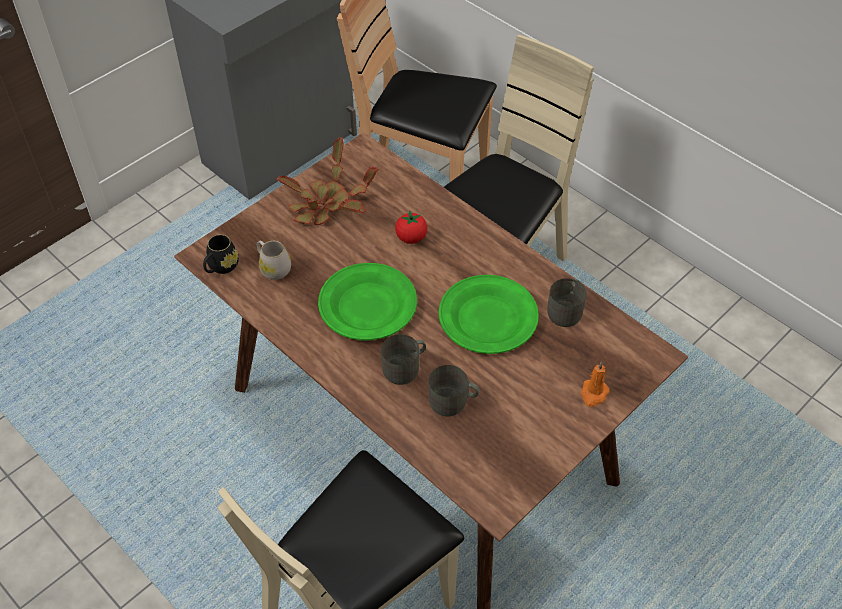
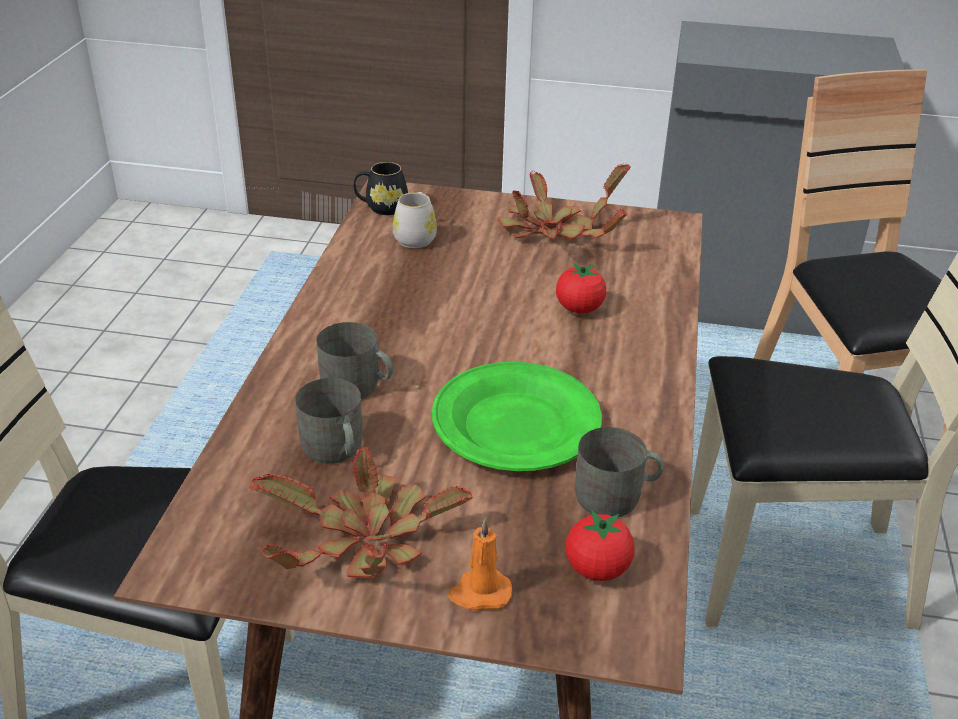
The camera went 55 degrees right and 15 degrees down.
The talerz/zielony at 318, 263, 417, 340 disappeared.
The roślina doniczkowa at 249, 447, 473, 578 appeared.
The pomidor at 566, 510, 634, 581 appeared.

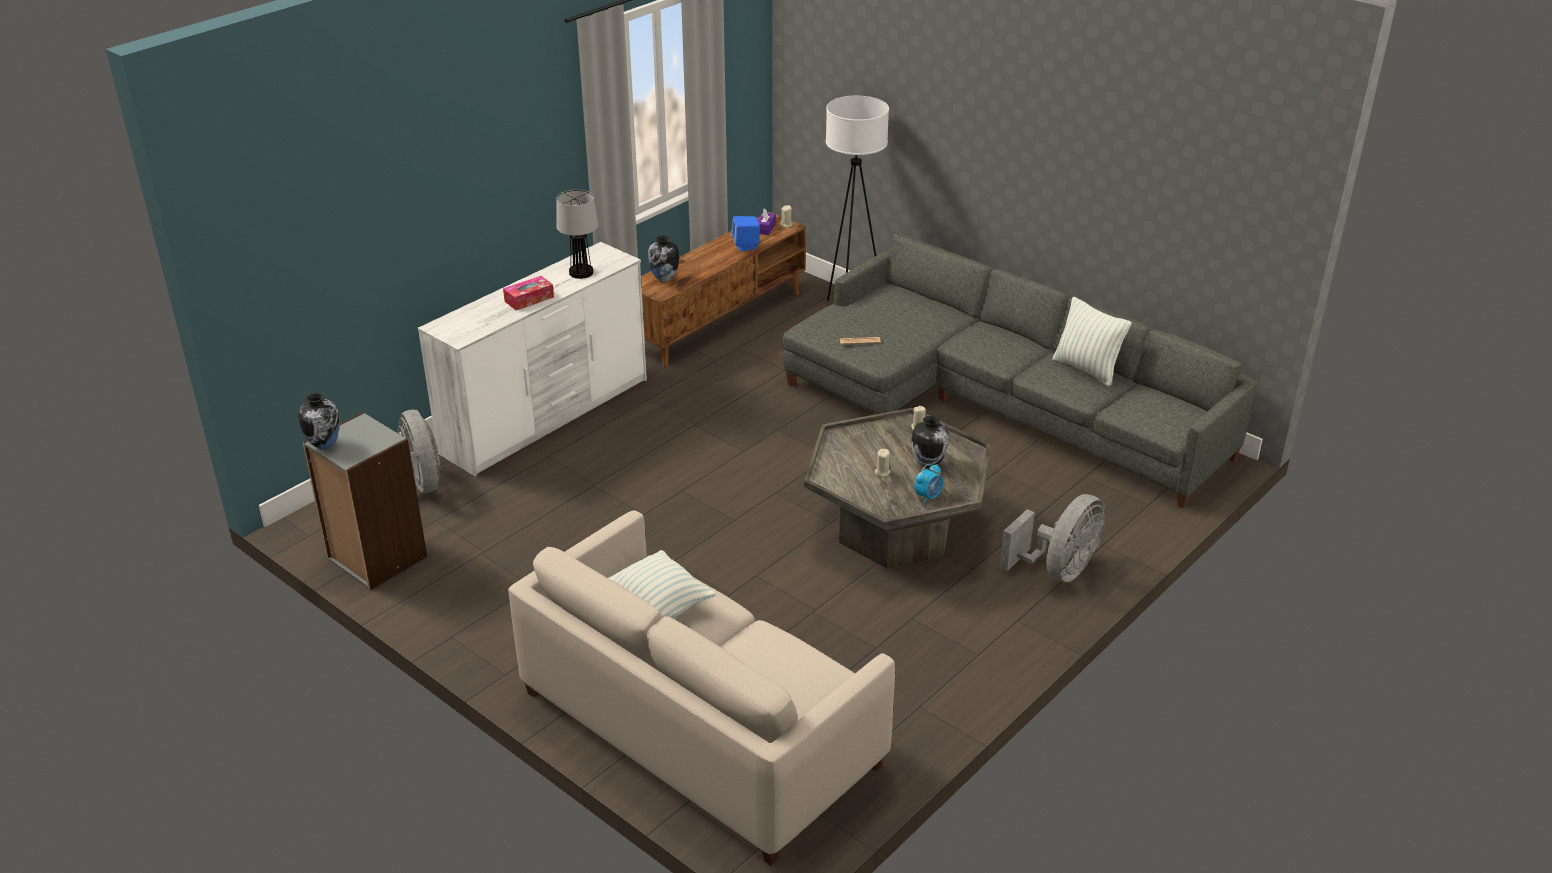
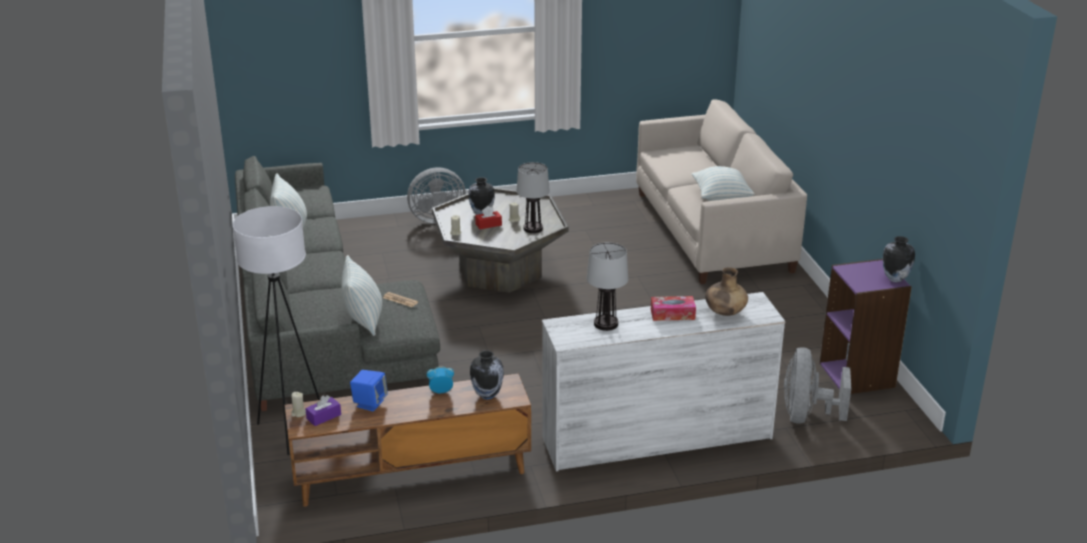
The camera went 145 degrees left and 5 degrees down.
The poduszka at 341, 255, 382, 336 appeared.
The pudełko chusteczek/czerwony at 475, 206, 502, 229 appeared.
The lampa stołowa at 516, 162, 550, 233 appeared.
The wazon/brązowy at 705, 267, 748, 316 appeared.
The budzik moved from 915, 464, 943, 504 to 427, 366, 454, 393.
The regał/szary at 303, 412, 427, 590 became the regał/fioletowy at 820, 259, 912, 394.

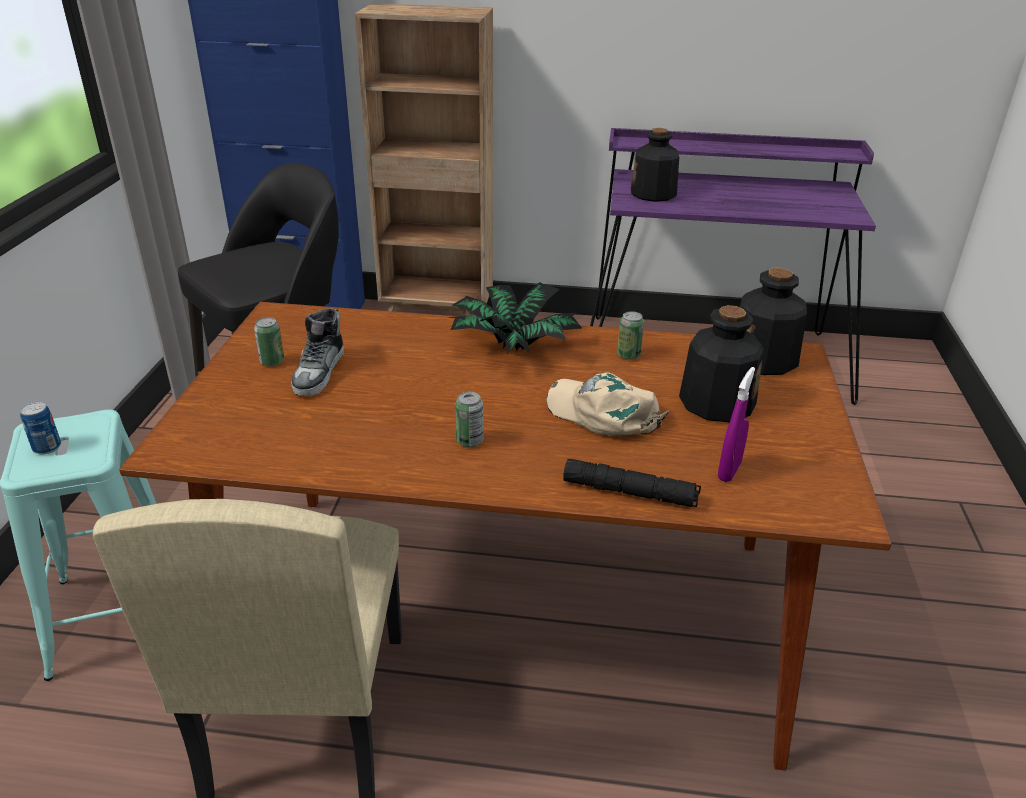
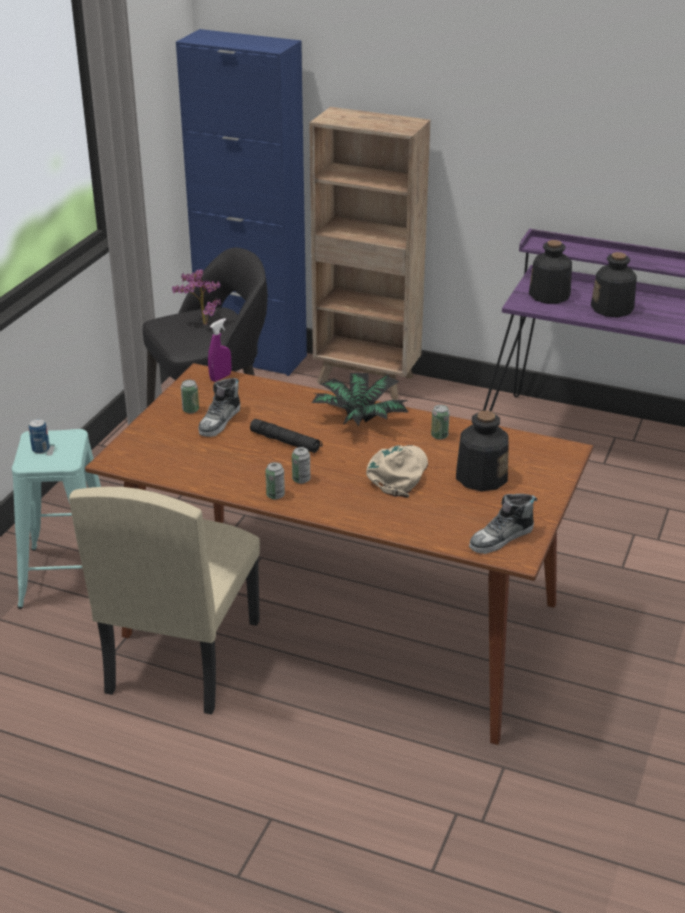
The camera went 15 degrees right and 0 degrees up.
The roślina doniczkowa at 172, 269, 221, 325 appeared.
The puszka at 265, 462, 285, 500 appeared.
The but at 469, 494, 537, 554 appeared.
The latarka/czarny moved from 563, 459, 701, 507 to 250, 419, 322, 453.
The spryskiwacz/fioletowy moved from 718, 367, 755, 482 to 208, 318, 231, 382.
The butelka moved from 740, 267, 807, 375 to 591, 252, 637, 317.
The czapka z daszkiem/beżowy at 546, 372, 669, 436 turned 60 degrees clockwise.

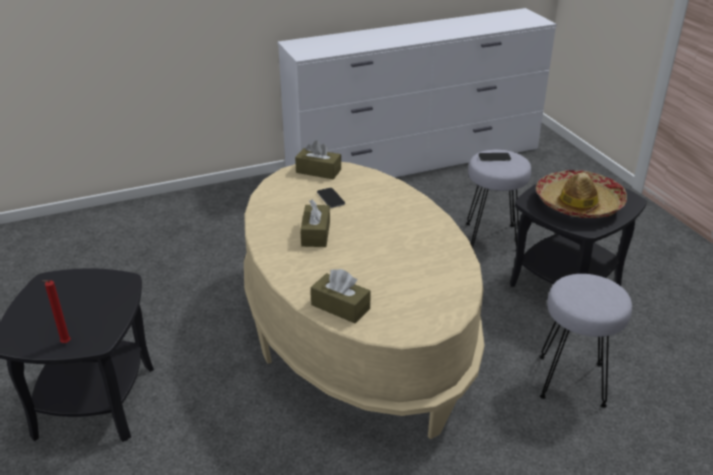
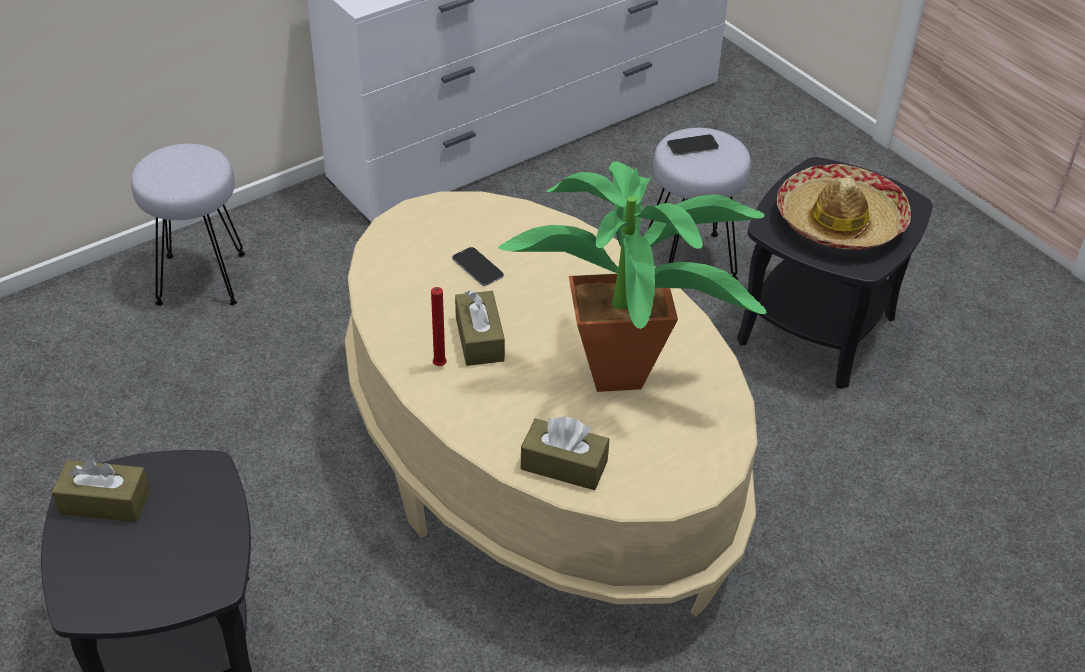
The camera went 15 degrees left and 10 degrees up.
The roślina doniczkowa at 498, 161, 766, 392 appeared.
The świeca/czerwony moved from 41, 280, 71, 343 to 431, 287, 447, 366.
The pudełko chusteczek/brązowy moved from 295, 141, 341, 179 to 52, 459, 150, 522.
The stołek/szary moved from 539, 274, 632, 408 to 131, 144, 245, 306.

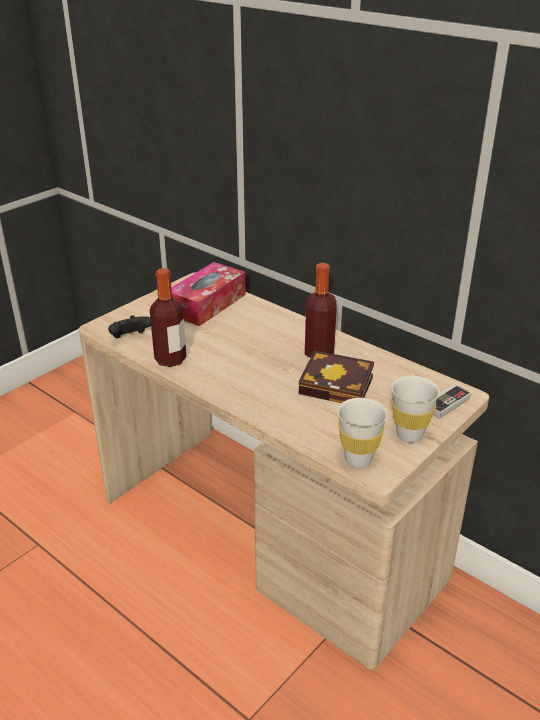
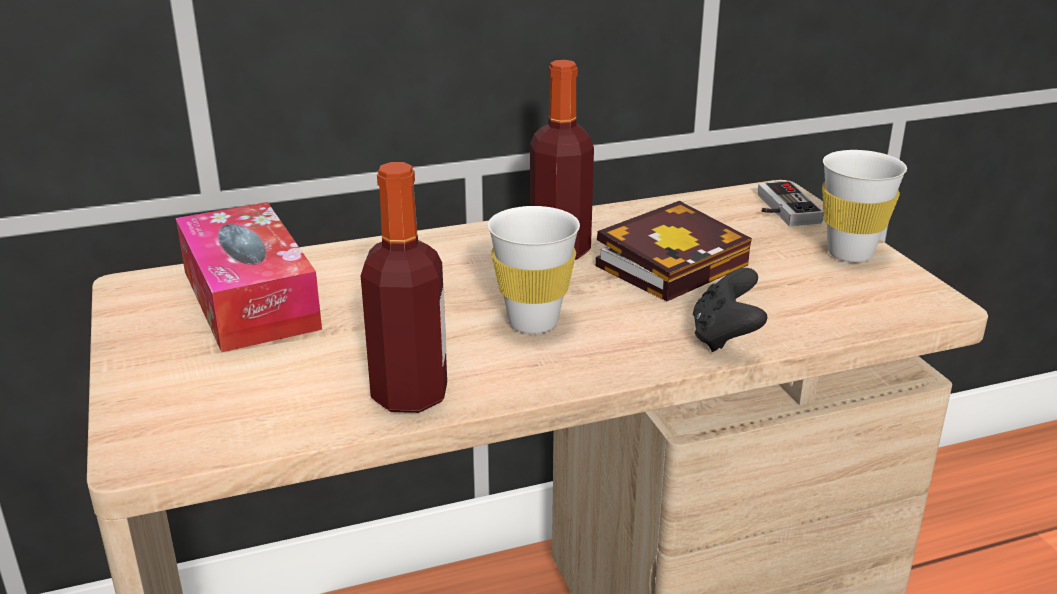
The camera went 60 degrees left and 5 degrees down.
The pad do gier/czarny moved from 108, 315, 151, 338 to 693, 268, 767, 352.
The filiżanka/biały moved from 337, 398, 388, 468 to 488, 206, 580, 334.

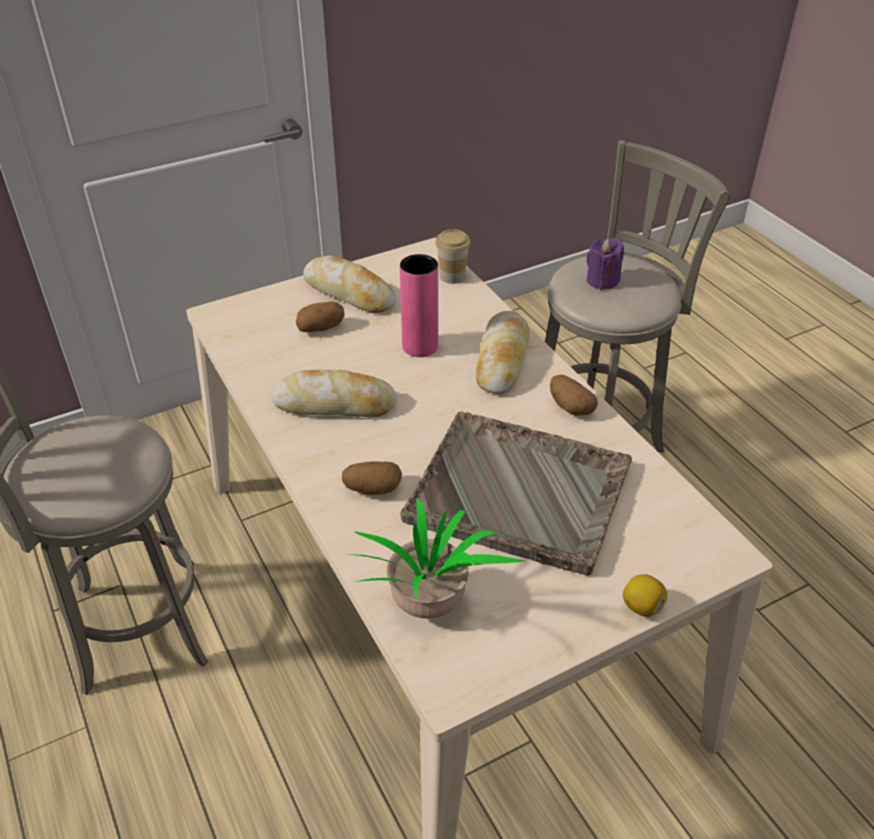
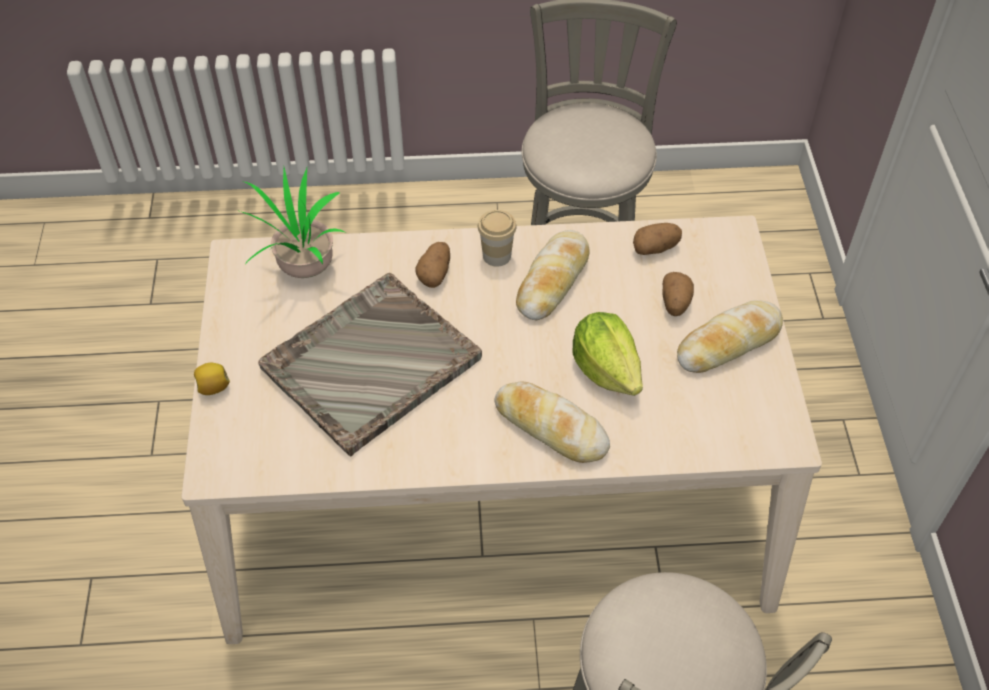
The camera went 115 degrees right and 10 degrees up.
The świeca/fioletowy at 586, 237, 624, 290 disappeared.
The filiżanka moved from 435, 229, 471, 284 to 478, 210, 517, 267.
The ziemniak moved from 550, 375, 598, 416 to 633, 223, 682, 255.
The wazon/różowy at 400, 254, 438, 357 was replaced by the sałata at 573, 312, 643, 396.

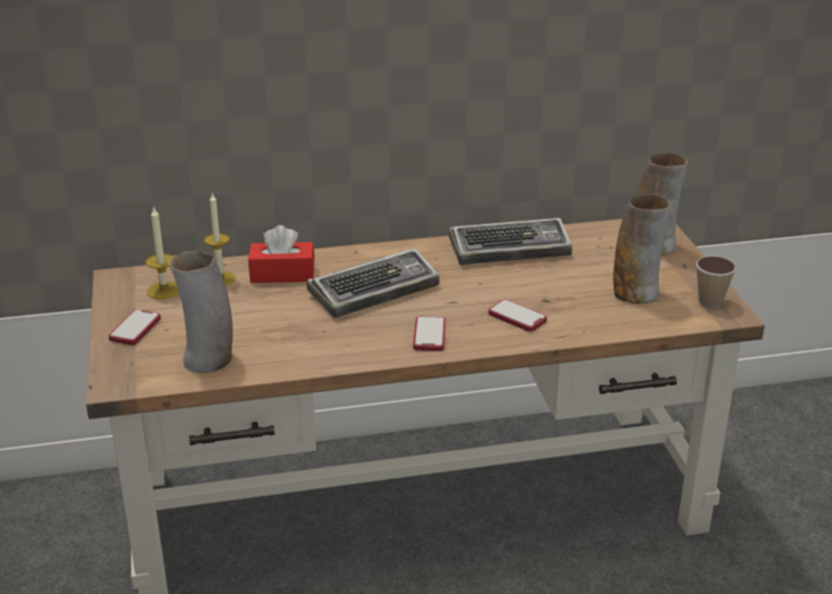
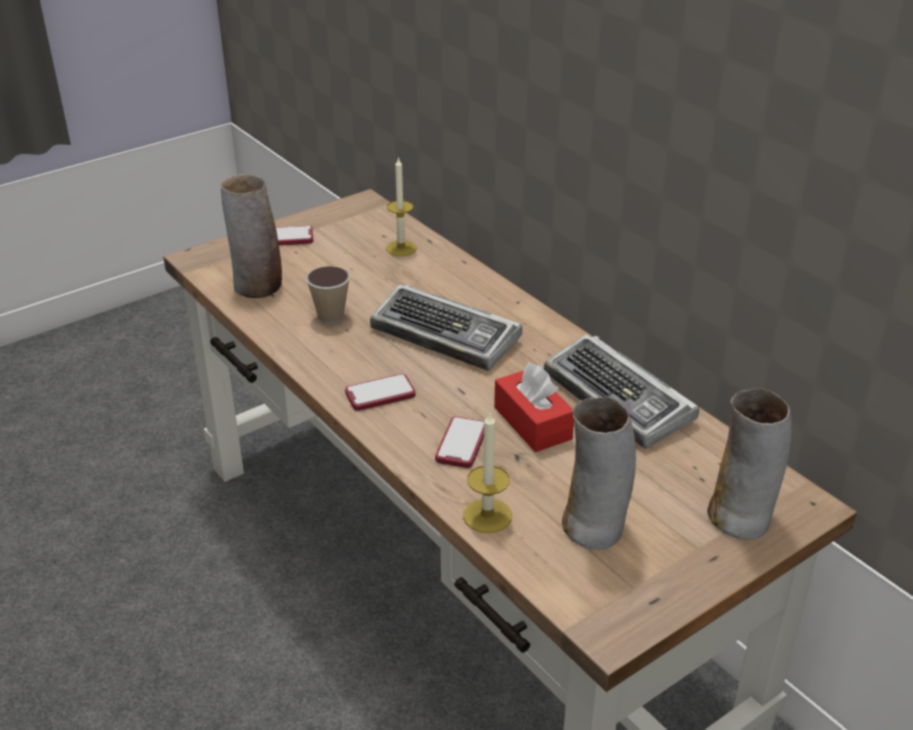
The camera went 65 degrees right and 5 degrees up.
The świeca moved from 145, 208, 179, 299 to 463, 413, 512, 533.
The pudełko chusteczek/czerwony moved from 248, 225, 315, 283 to 494, 363, 574, 452.
The filiżanka moved from 696, 256, 736, 308 to 306, 266, 350, 324.

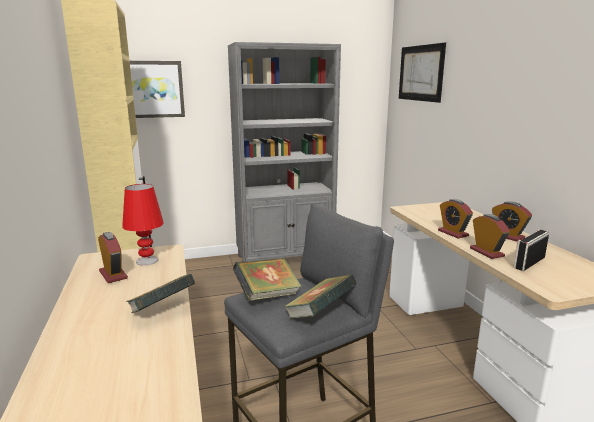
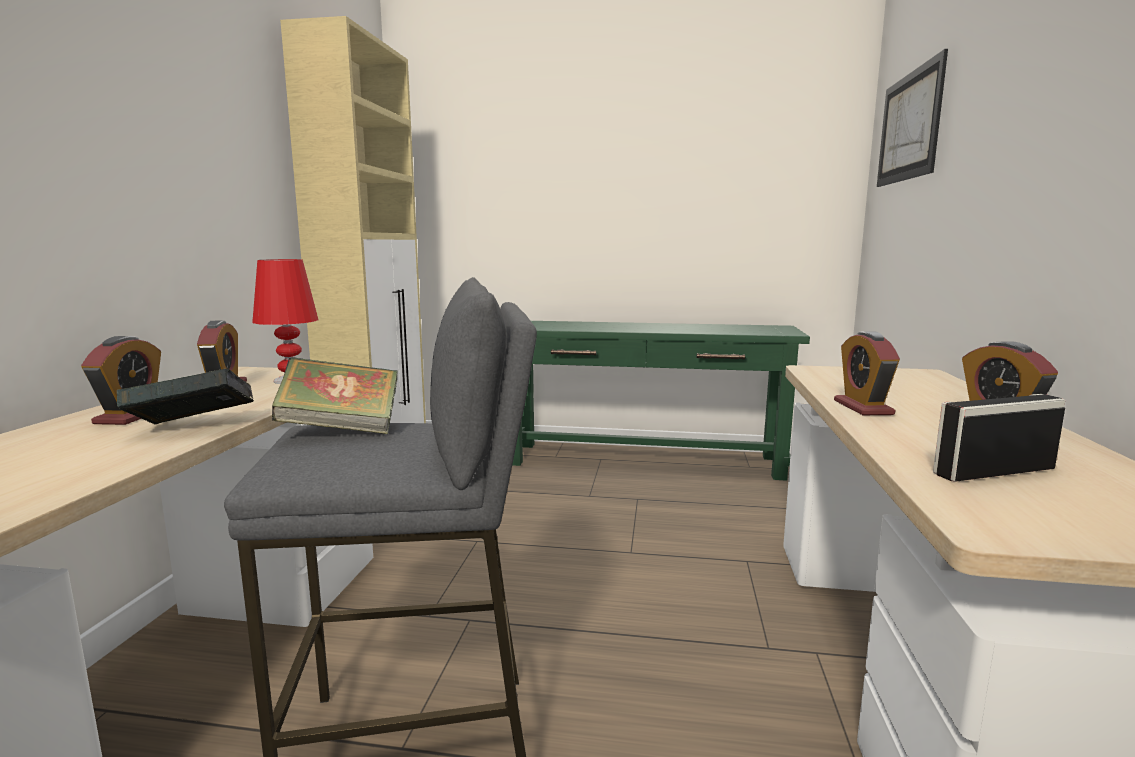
The camera went 25 degrees right and 5 degrees down.
The obraz at 130, 61, 185, 118 disappeared.
The książka at 283, 274, 357, 319 disappeared.
The budzik moved from 470, 214, 510, 259 to 81, 336, 161, 425.
The regał/szary at 228, 42, 341, 262 was replaced by the stolik konsolowy/zielony at 512, 321, 810, 481.

